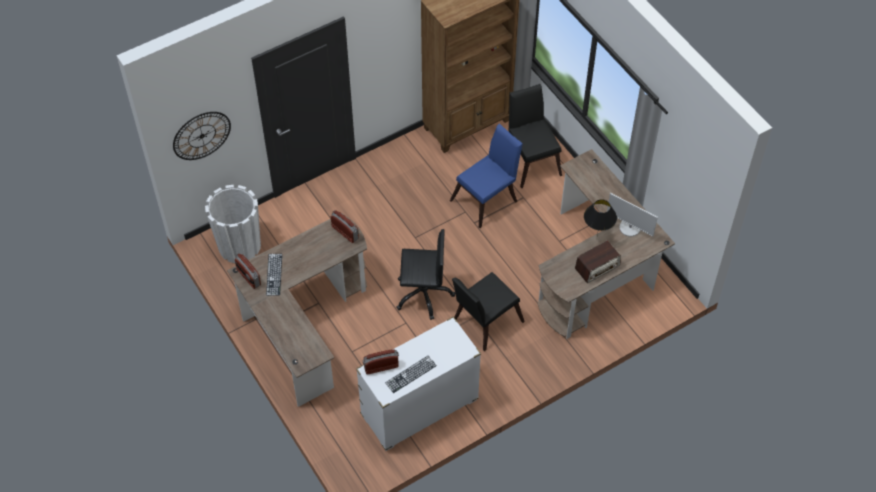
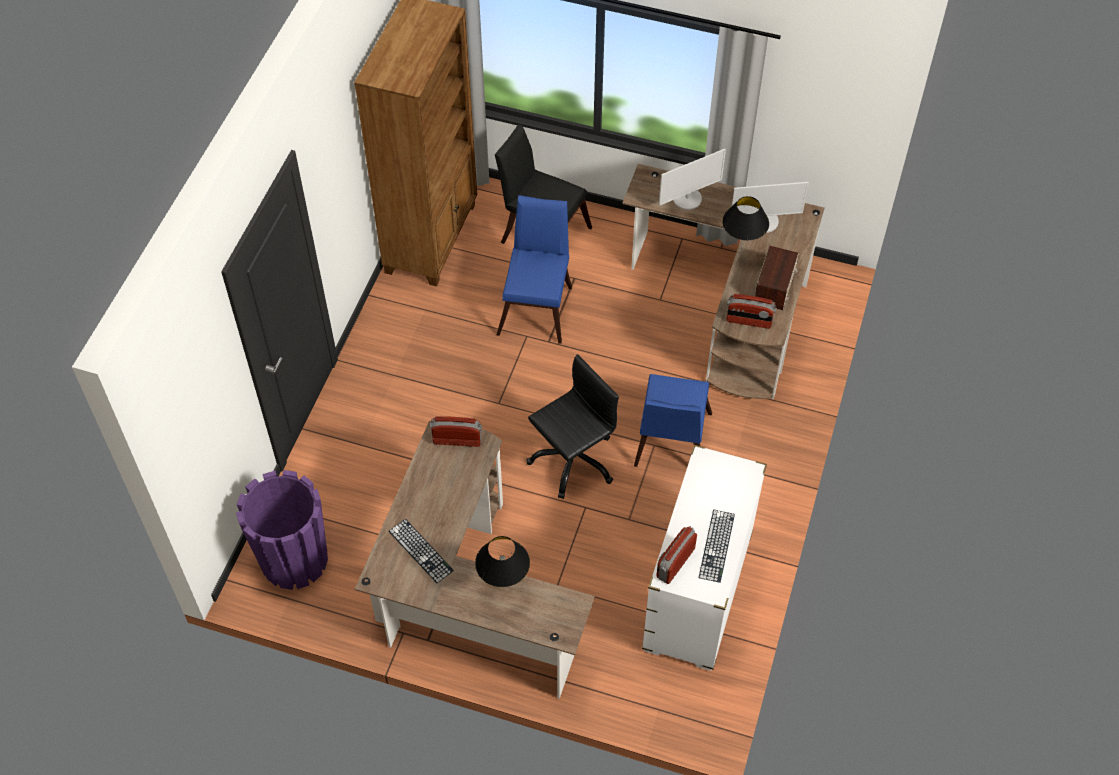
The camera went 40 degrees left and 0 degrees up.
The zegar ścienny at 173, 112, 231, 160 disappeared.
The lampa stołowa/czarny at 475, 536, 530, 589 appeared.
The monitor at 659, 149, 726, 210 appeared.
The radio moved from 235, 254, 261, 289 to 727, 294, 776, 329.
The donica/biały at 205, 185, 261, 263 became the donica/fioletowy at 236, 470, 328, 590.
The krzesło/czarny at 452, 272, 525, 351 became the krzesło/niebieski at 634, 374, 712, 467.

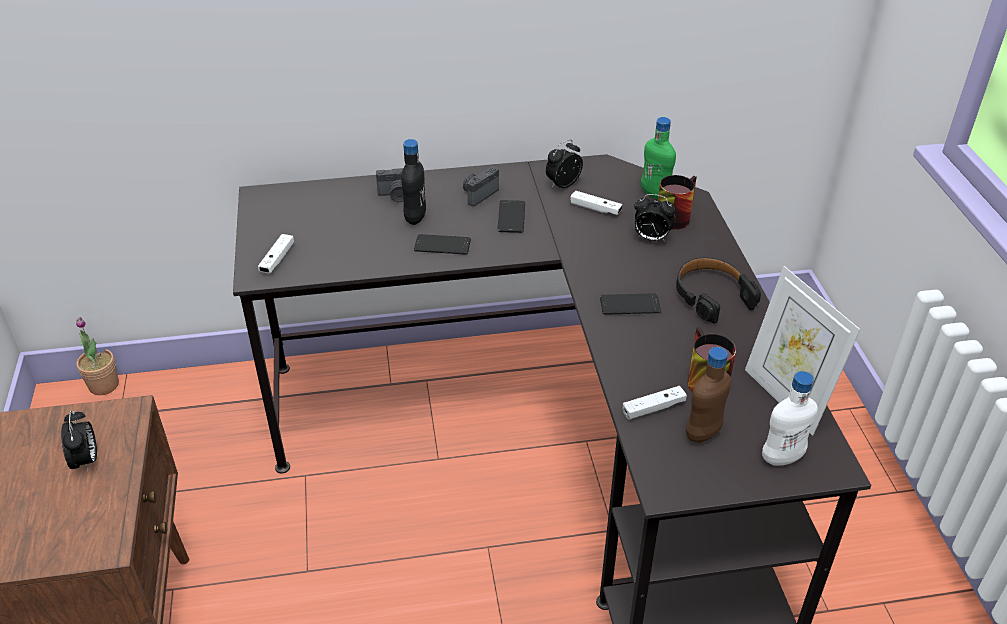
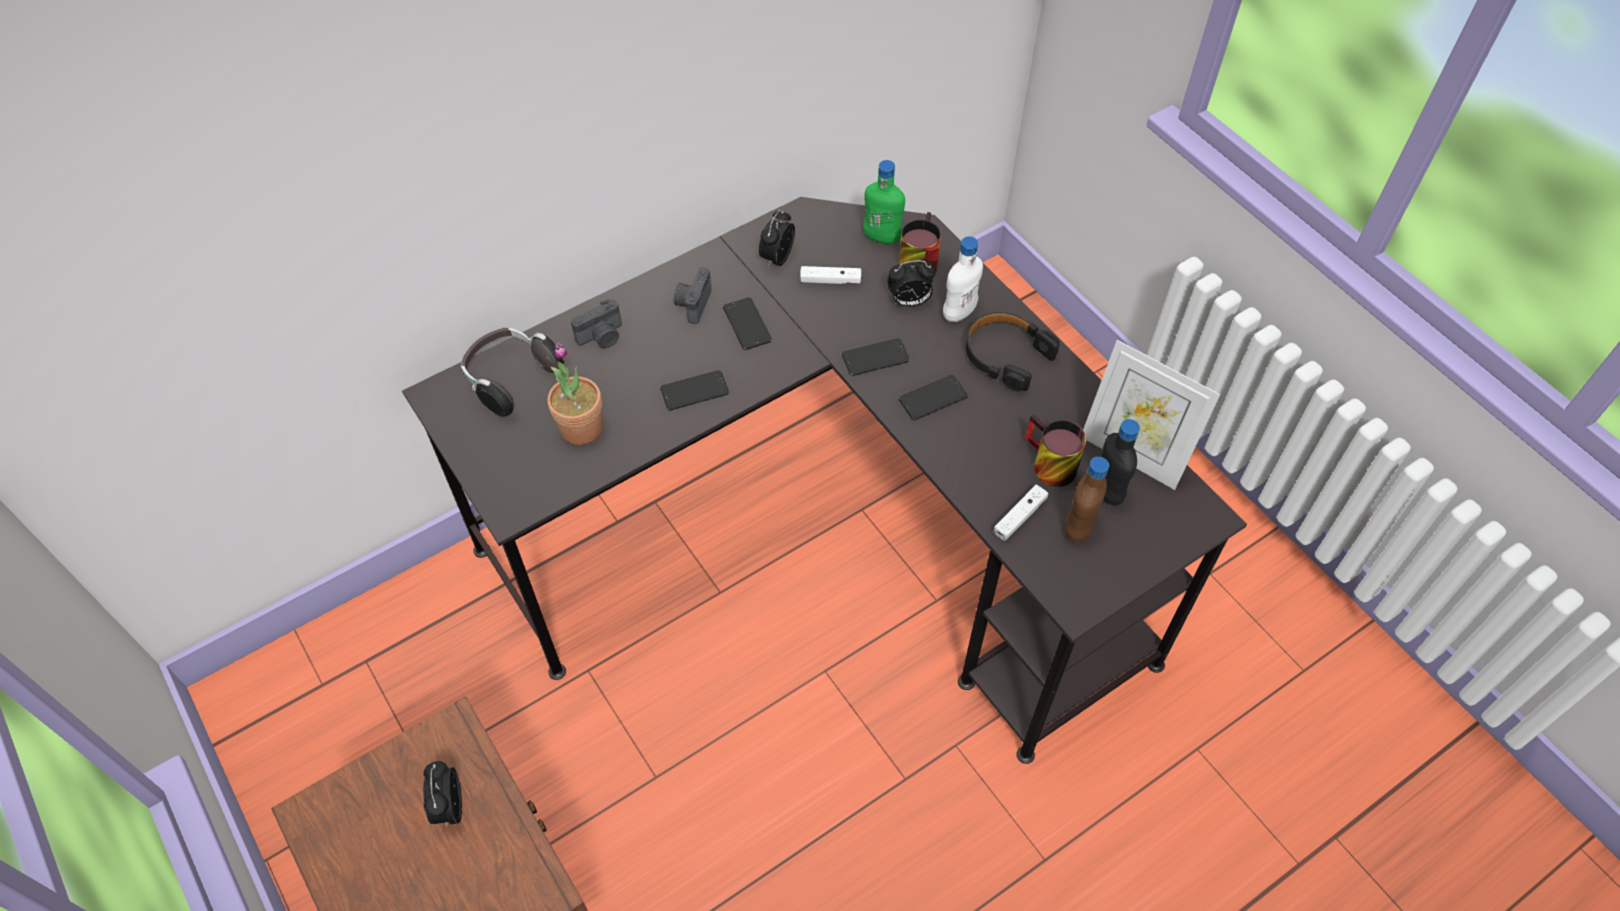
The camera went 25 degrees left and 15 degrees up.
The pad do gier/biały at 258, 234, 294, 273 disappeared.
The słuchawki at 461, 327, 565, 416 appeared.
The telefon at 842, 338, 910, 376 appeared.
The roślina doniczkowa moved from 76, 317, 119, 395 to 547, 343, 603, 445.
The butelka/czarny moved from 401, 139, 426, 225 to 1102, 419, 1140, 506.
The butelka/biały moved from 762, 371, 818, 466 to 943, 236, 983, 322.
The budzik at 61, 411, 97, 472 turned 150 degrees counterclockwise.

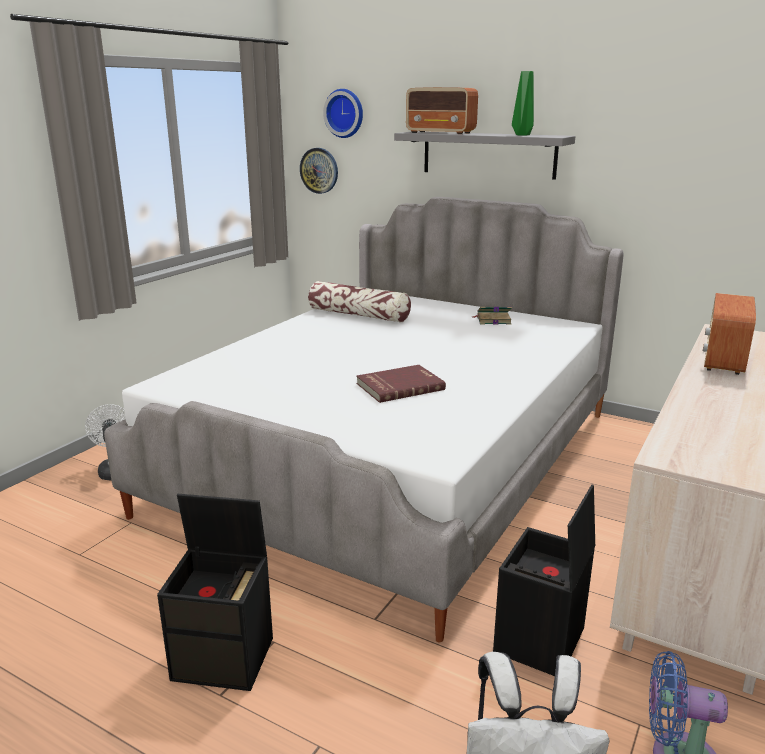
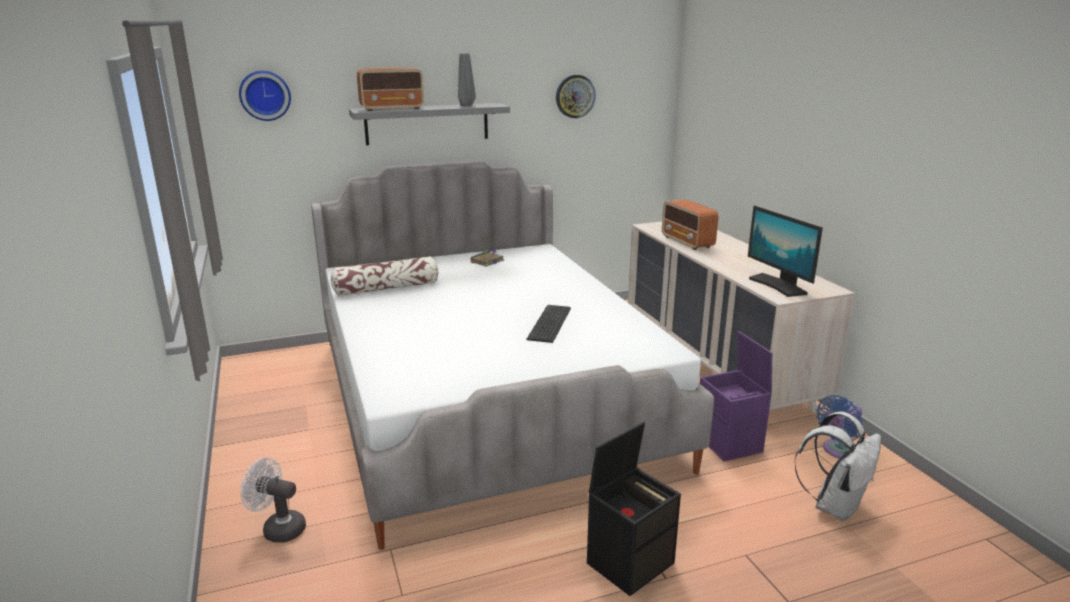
The camera went 50 degrees left and 0 degrees up.
The monitor at 748, 206, 823, 297 appeared.
The zegar ścienny moved from 300, 148, 338, 194 to 556, 75, 596, 118.
The książka/czerwony at 356, 365, 446, 403 was replaced by the klawiatura at 526, 305, 571, 343.
The pojemnik do przechowywania/czarny at 493, 485, 595, 676 became the pojemnik do przechowywania/fioletowy at 700, 331, 772, 461.
The wazon/zielony at 512, 71, 534, 136 became the wazon/szary at 458, 53, 476, 106.

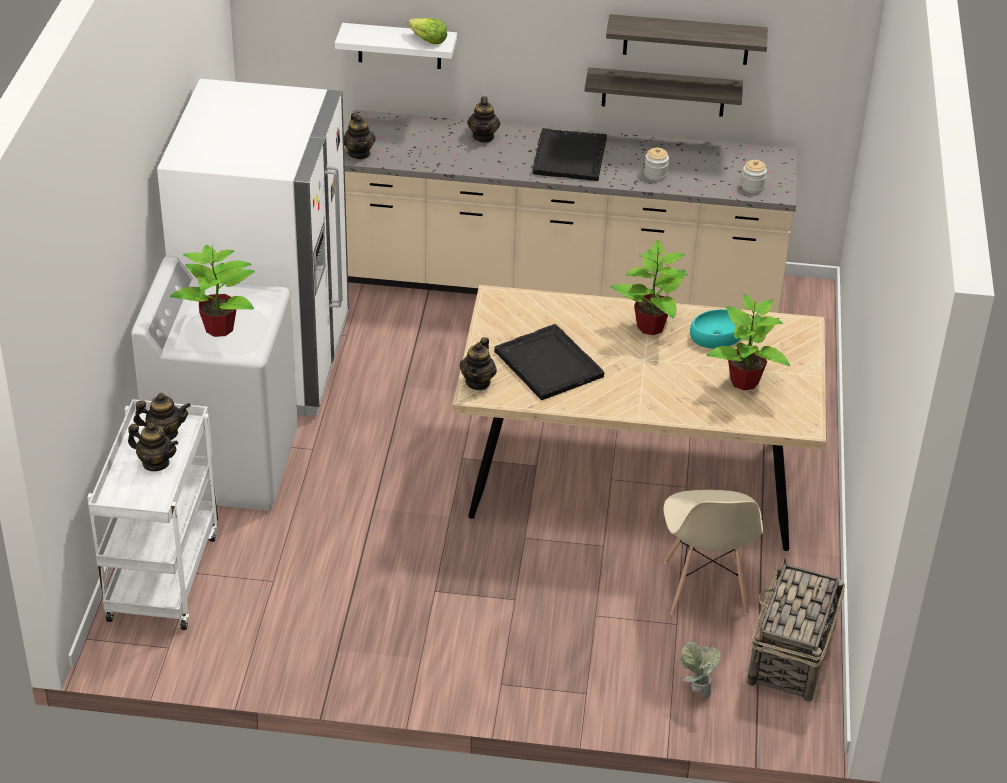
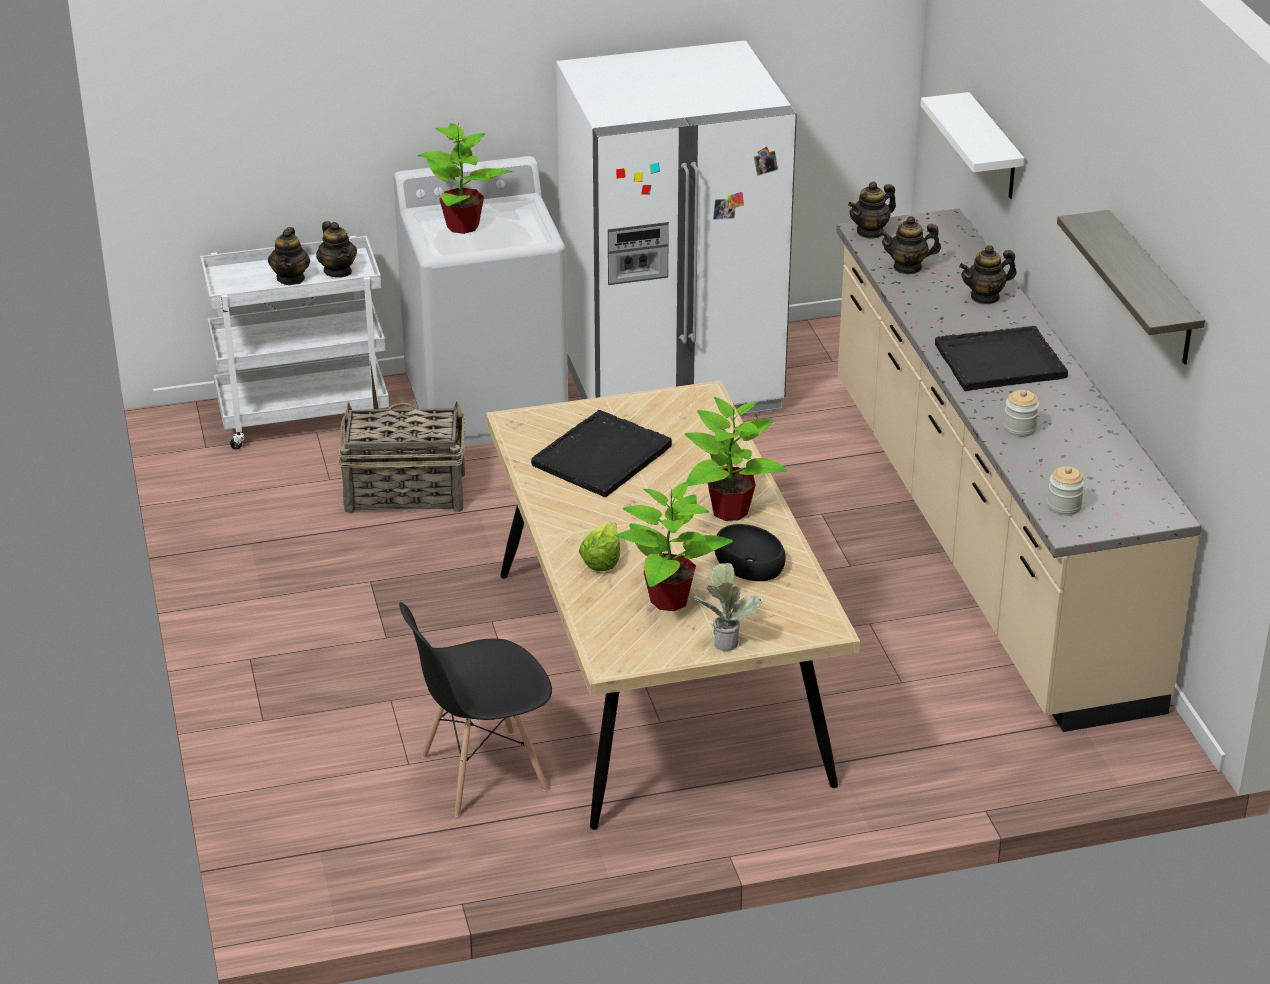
The camera went 70 degrees right and 5 degrees down.
The półka at 585, 67, 743, 117 disappeared.
The sałata moved from 408, 18, 447, 44 to 579, 522, 620, 571.
The imbryk moved from 460, 337, 497, 390 to 879, 216, 941, 274.
The roślina doniczkowa moved from 679, 642, 721, 699 to 693, 563, 763, 651.
The koszyk moved from 747, 558, 845, 702 to 338, 401, 465, 514.
The krzesło/beżowy at 663, 490, 763, 615 became the krzesło/czarny at 399, 602, 552, 817.
The miska/turkusowy at 690, 309, 742, 348 became the miska/czarny at 715, 524, 786, 581.

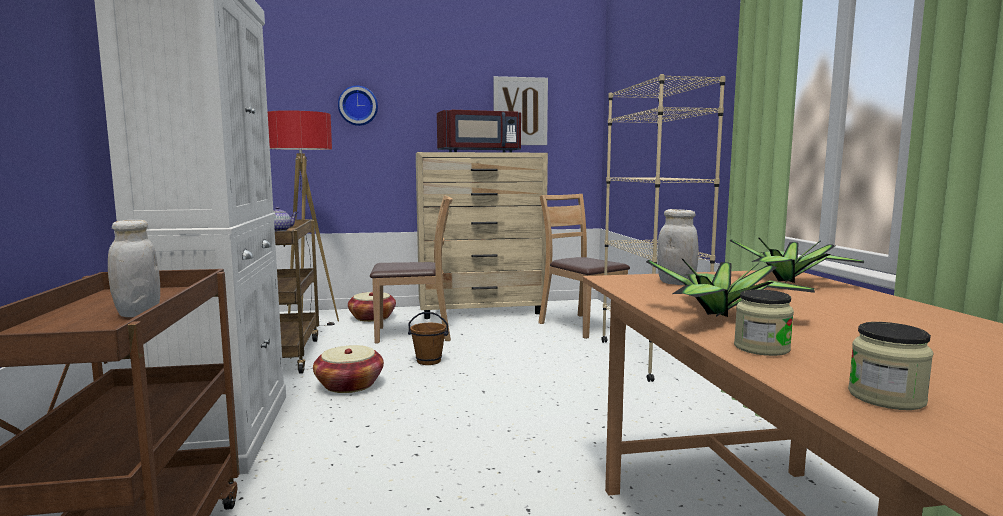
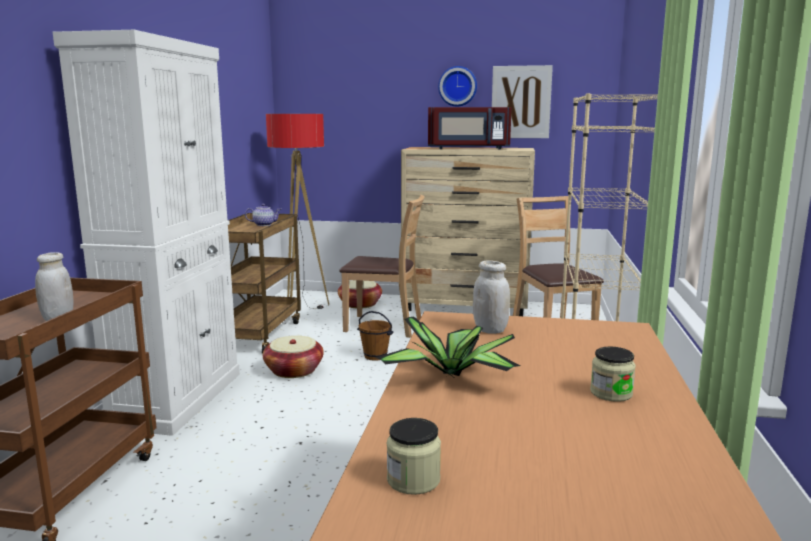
The camera went 20 degrees right and 5 degrees up.
The roślina doniczkowa at 729, 238, 864, 283 disappeared.
The zegar ścienny moved from 338, 86, 378, 126 to 438, 66, 477, 107.
The słoik moved from 734, 289, 794, 356 to 590, 347, 636, 402.

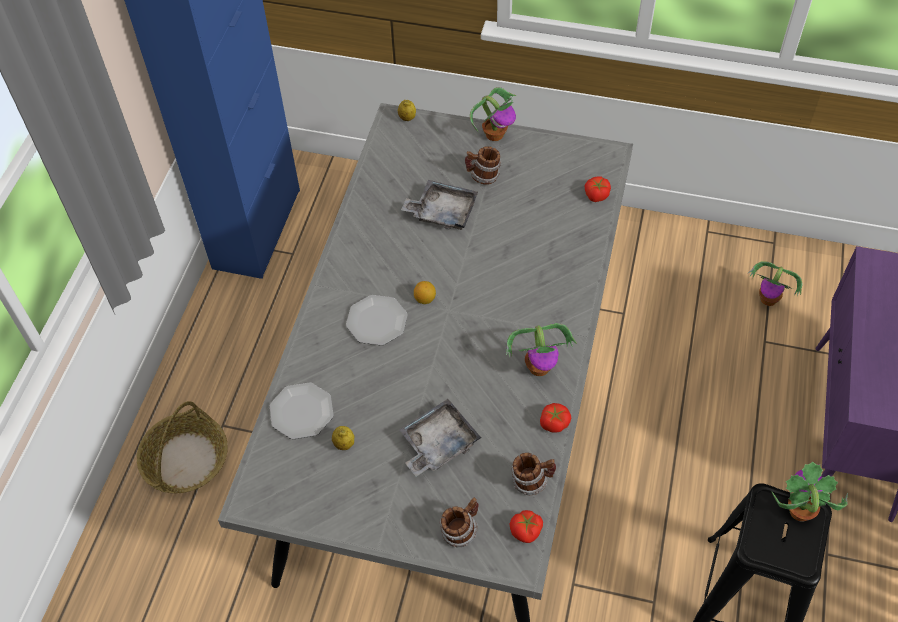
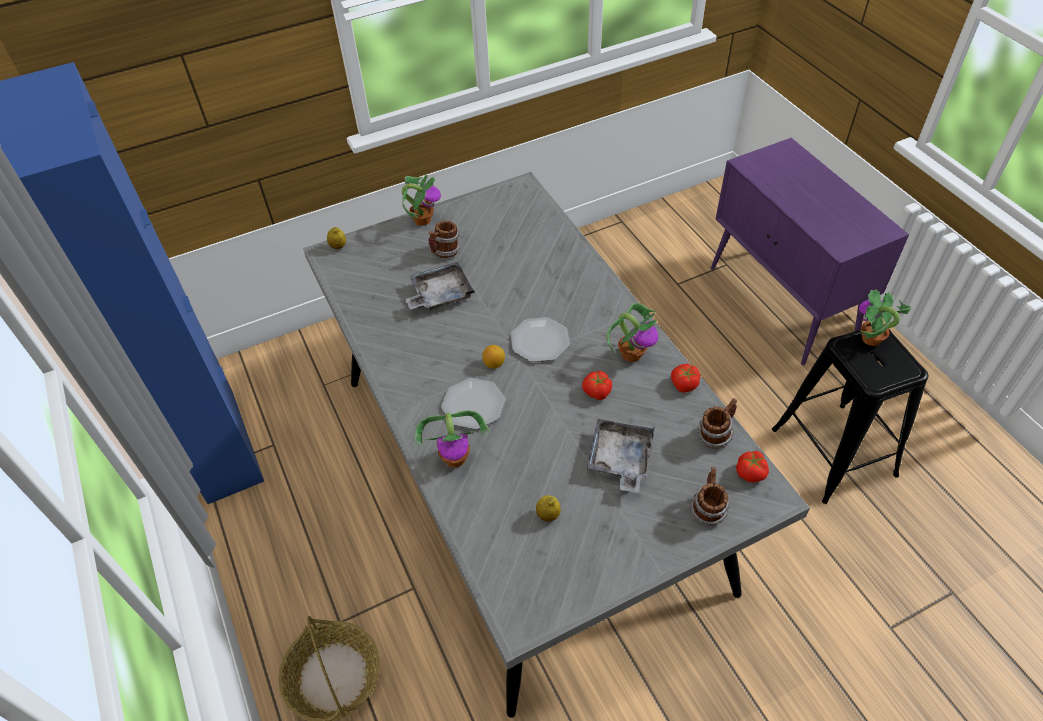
The camera went 40 degrees left and 5 degrees down.
The talerz moved from 270, 382, 333, 439 to 511, 317, 570, 362.
The pomidor moved from 585, 176, 611, 202 to 582, 371, 612, 400.
The roślina doniczkowa moved from 748, 261, 802, 306 to 414, 410, 490, 468.

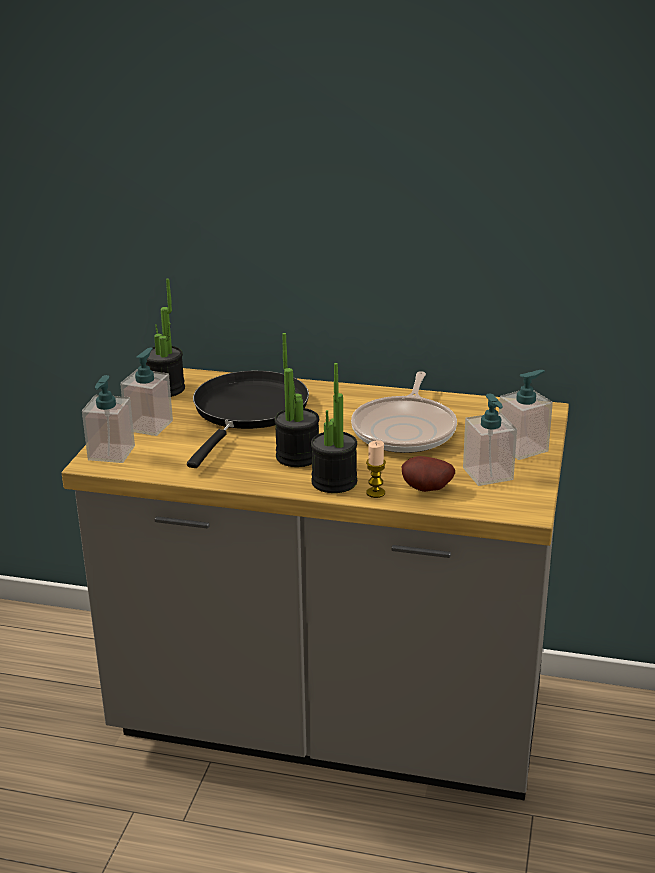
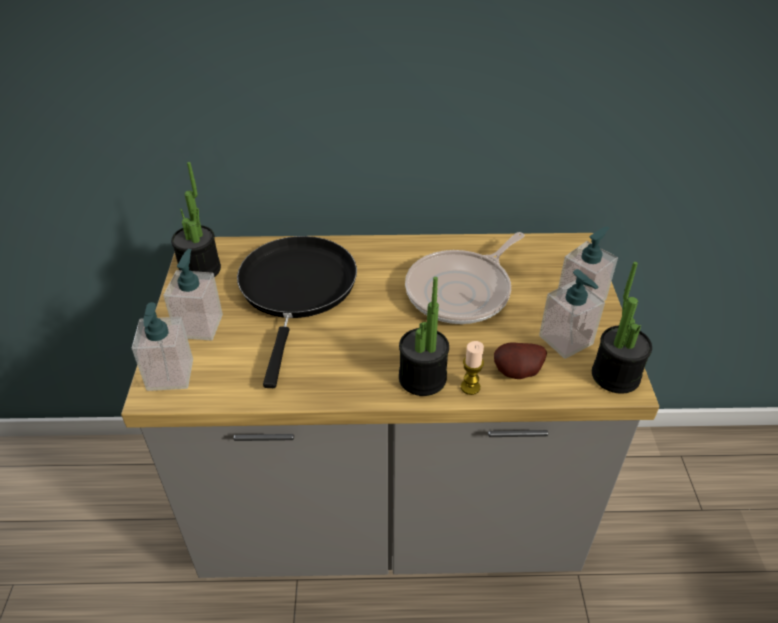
The camera went 15 degrees left and 15 degrees up.
The roślina doniczkowa moved from 274, 333, 319, 467 to 592, 262, 652, 394.
The patelnia at 351, 371, 457, 453 turned 45 degrees clockwise.

